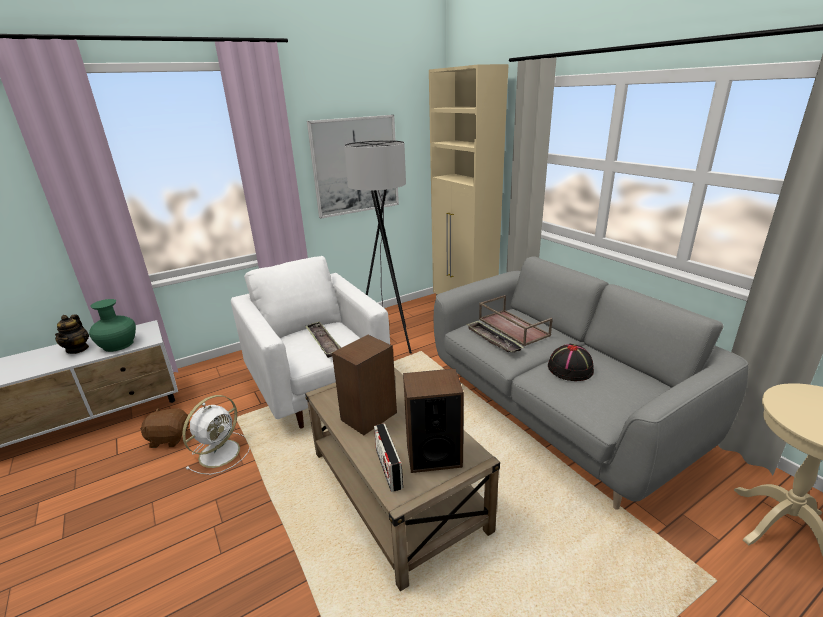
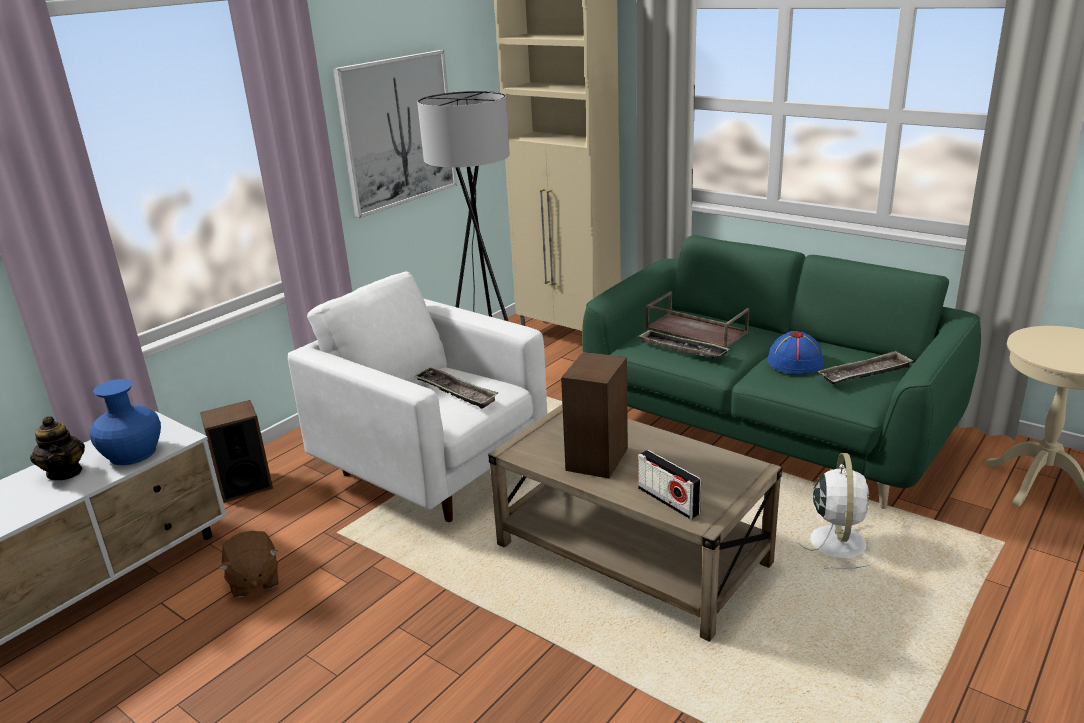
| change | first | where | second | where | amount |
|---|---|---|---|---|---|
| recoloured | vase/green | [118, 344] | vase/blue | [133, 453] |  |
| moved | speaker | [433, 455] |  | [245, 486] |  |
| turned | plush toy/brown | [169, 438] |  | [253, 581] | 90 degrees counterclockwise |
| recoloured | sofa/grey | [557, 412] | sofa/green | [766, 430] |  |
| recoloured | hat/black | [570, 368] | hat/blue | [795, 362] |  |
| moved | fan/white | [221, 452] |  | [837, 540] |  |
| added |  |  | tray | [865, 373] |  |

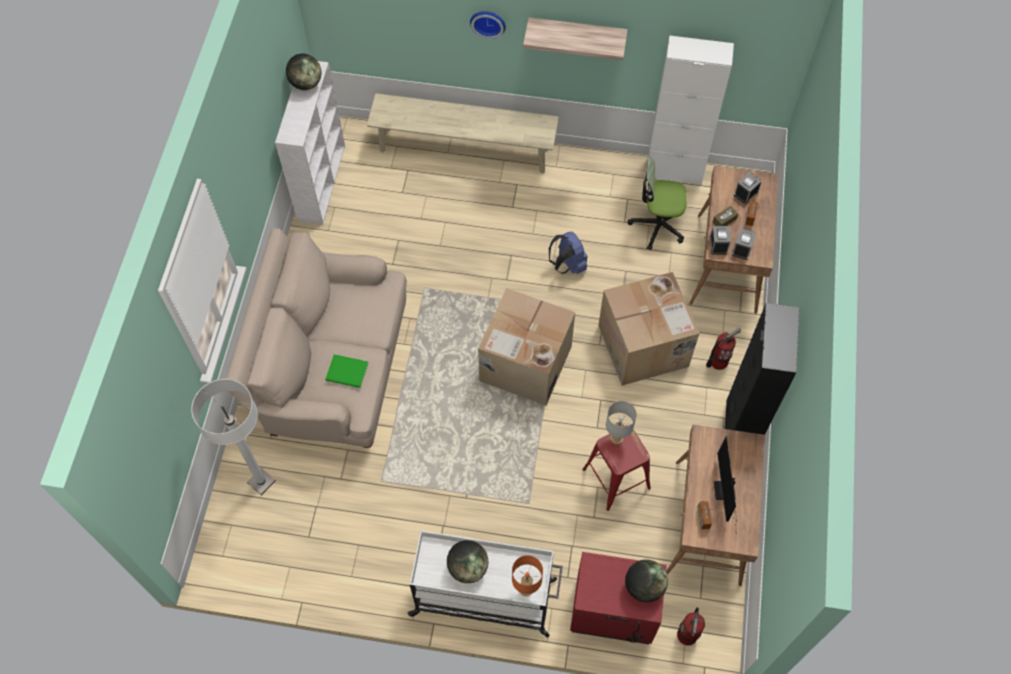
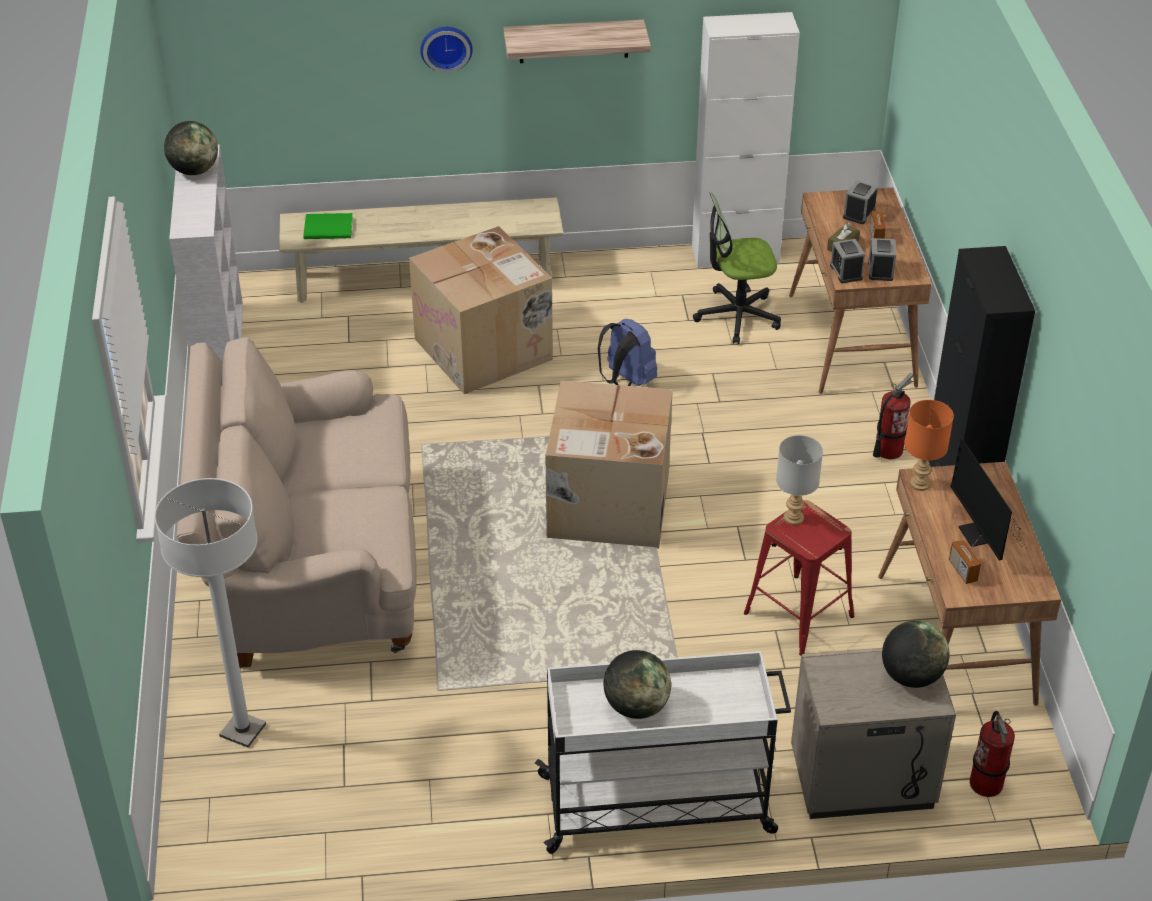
| change | first | where | second | where | amount |
|---|---|---|---|---|---|
| moved | book/green | [348, 373] |  | [329, 229] |  |
| moved | cardboard box | [644, 346] |  | [485, 349] |  |
| recoloured | nightstand/red | [613, 612] | nightstand/beige | [862, 780] |  |
| moved | table lamp/orange | [526, 588] |  | [919, 483] |  |

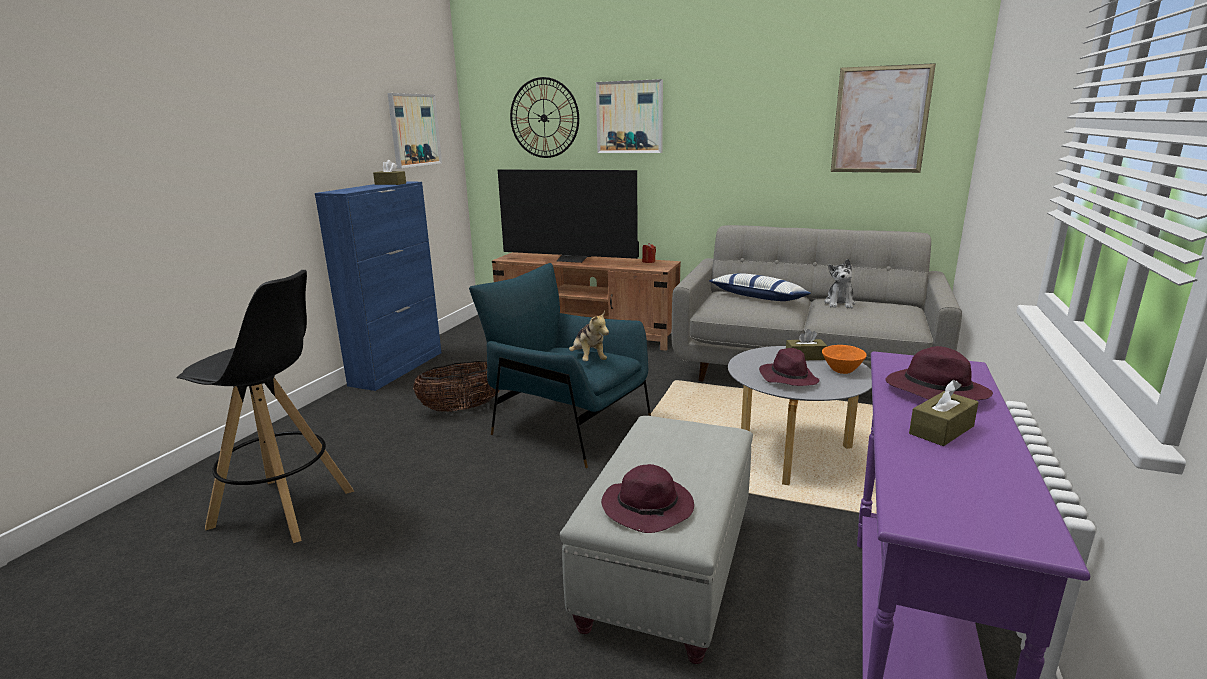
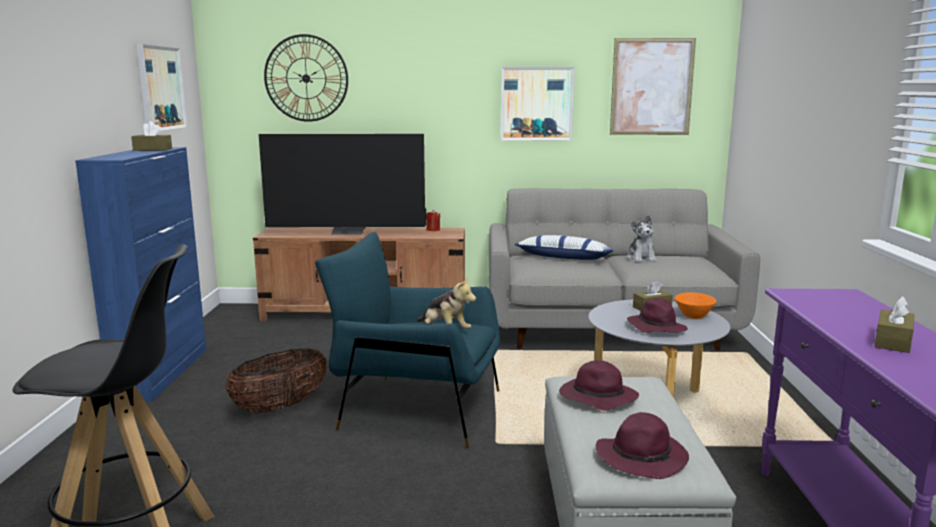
| change | first | where | second | where | amount |
|---|---|---|---|---|---|
| moved | picture | [630, 117] |  | [536, 103] |  |
| moved | hat/purple | [934, 392] |  | [596, 398] |  |

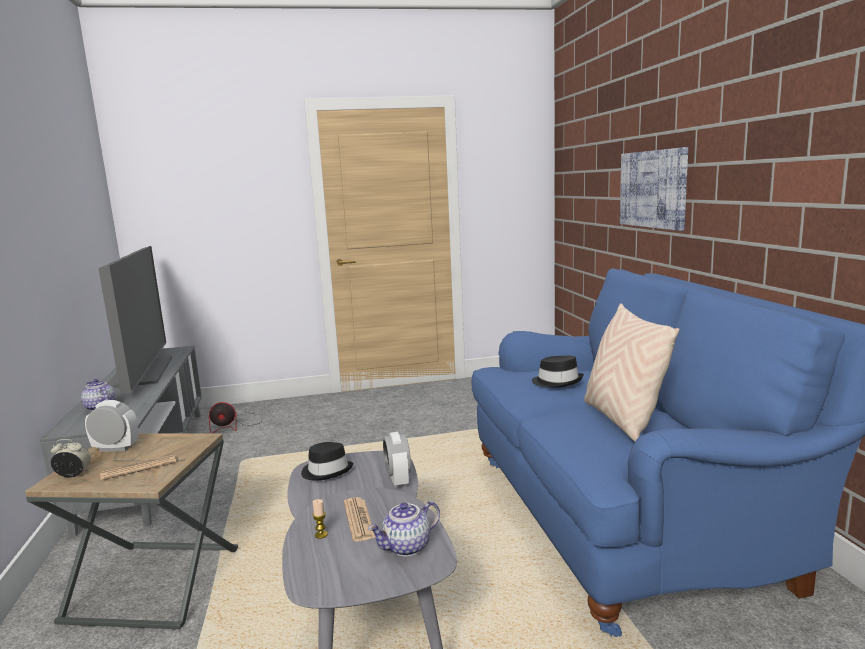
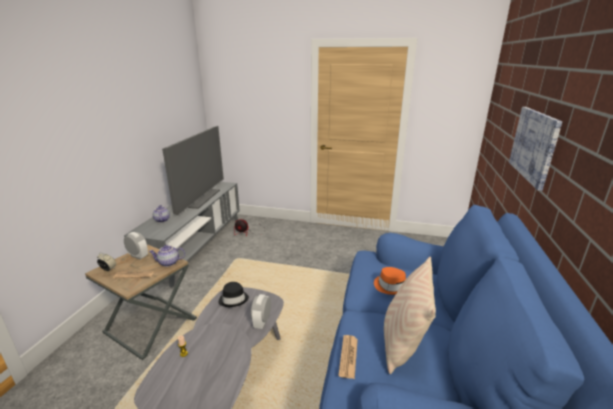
| change | first | where | second | where | amount |
|---|---|---|---|---|---|
| moved | teapot | [407, 547] |  | [168, 263] |  |
| moved | newspaper | [359, 520] |  | [348, 356] |  |
| recoloured | hat/black | [557, 381] | hat/orange | [391, 286] |  |

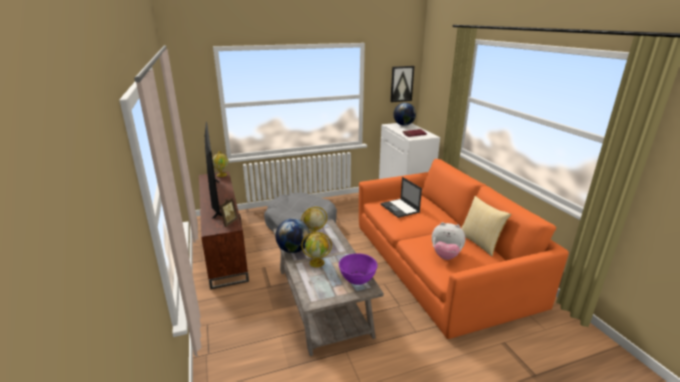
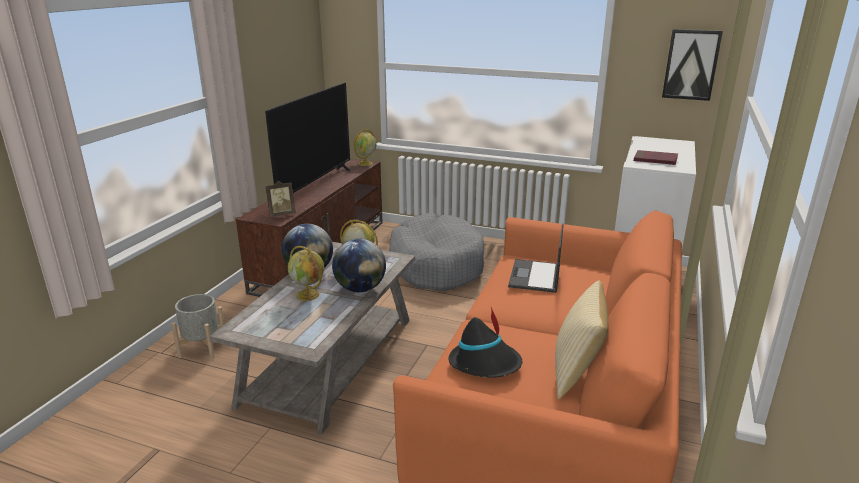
| change | first | where | second | where | amount |
|---|---|---|---|---|---|
| added |  |  | planter/grey | [203, 348] |  |
| moved | globe | [403, 125] |  | [360, 289] |  |
| replaced | plush toy | [445, 255] | hat/black | [485, 363] |  |
| removed | bowl/purple | [357, 278] |  |  |  |

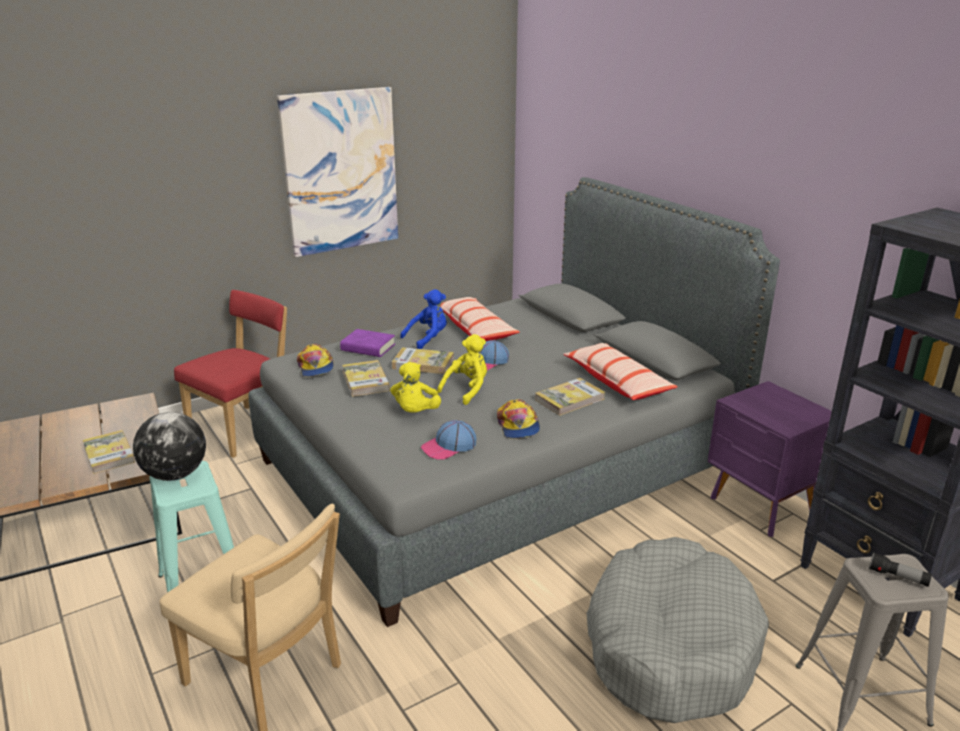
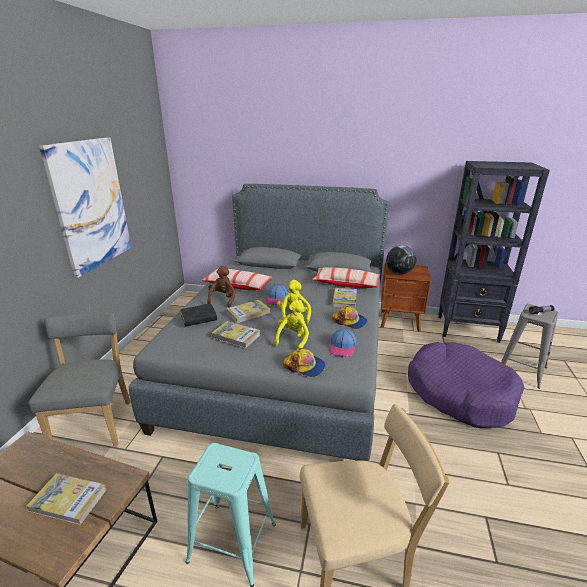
| change | first | where | second | where | amount |
|---|---|---|---|---|---|
| recoloured | chair/red | [244, 429] | chair/grey | [96, 423] |  |
| recoloured | book/purple | [368, 347] | book/black | [199, 318] |  |
| recoloured | plush toy/blue | [428, 338] | plush toy/brown | [222, 299] |  |
| turned | plush toy/yellow | [415, 412] |  | [293, 339] | 120 degrees counterclockwise |
| moved | cap | [316, 367] |  | [305, 366] |  |
| recoloured | nightstand/purple | [762, 506] | nightstand/brown | [400, 321] |  |
| moved | globe | [175, 474] |  | [399, 273] |  |
| recoloured | dog bed/grey | [669, 645] | dog bed/purple | [459, 393] |  |

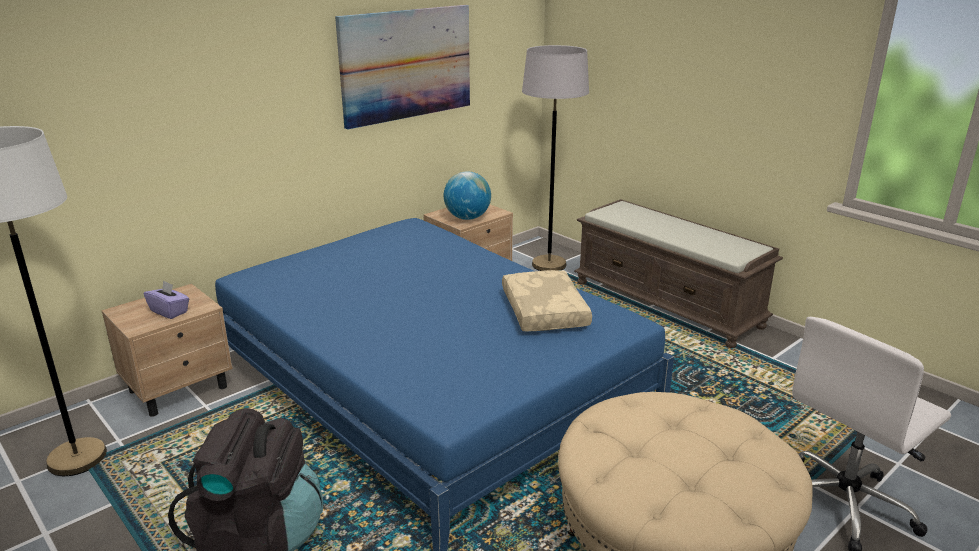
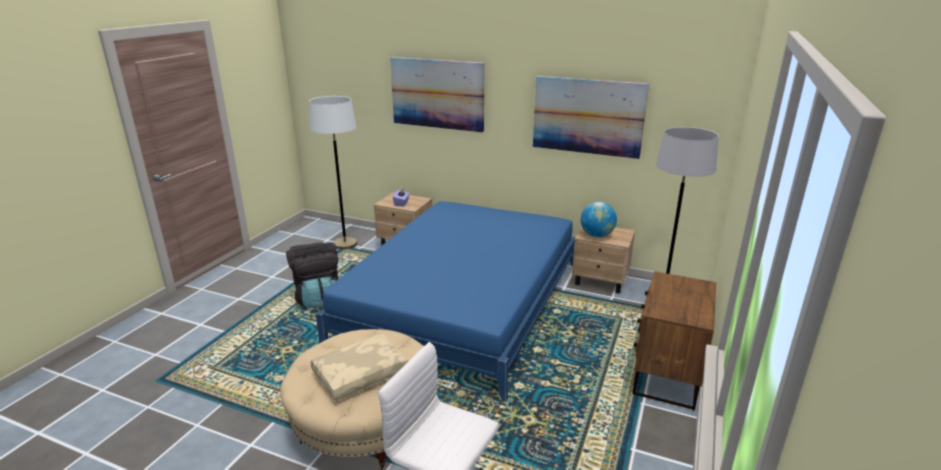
| change | first | where | second | where | amount |
|---|---|---|---|---|---|
| moved | pillow/beige | [542, 311] |  | [361, 373] |  |
| added |  |  | picture | [437, 94] |  |
| replaced | bench/brown | [668, 304] | nightstand/brown | [666, 374] |  |

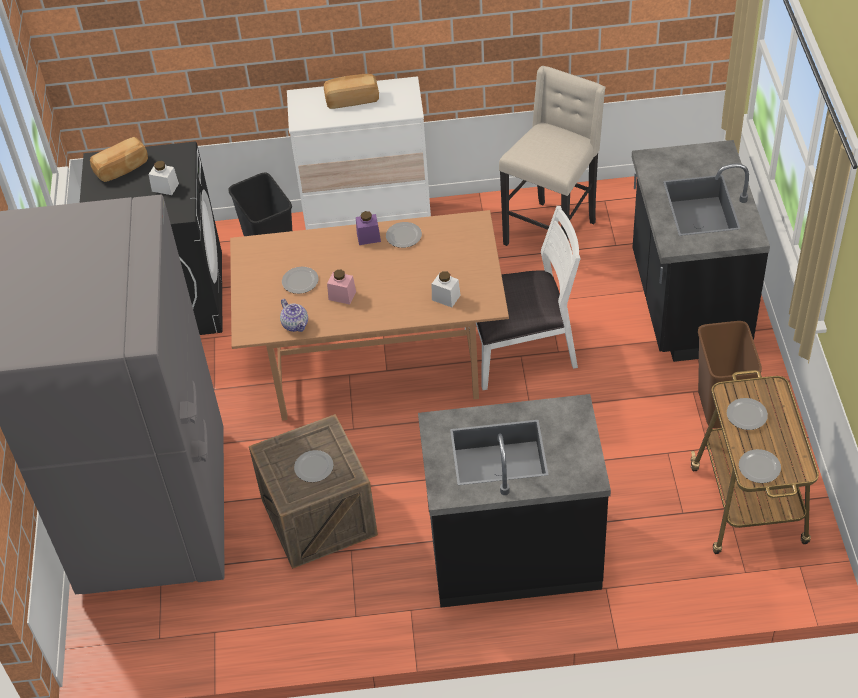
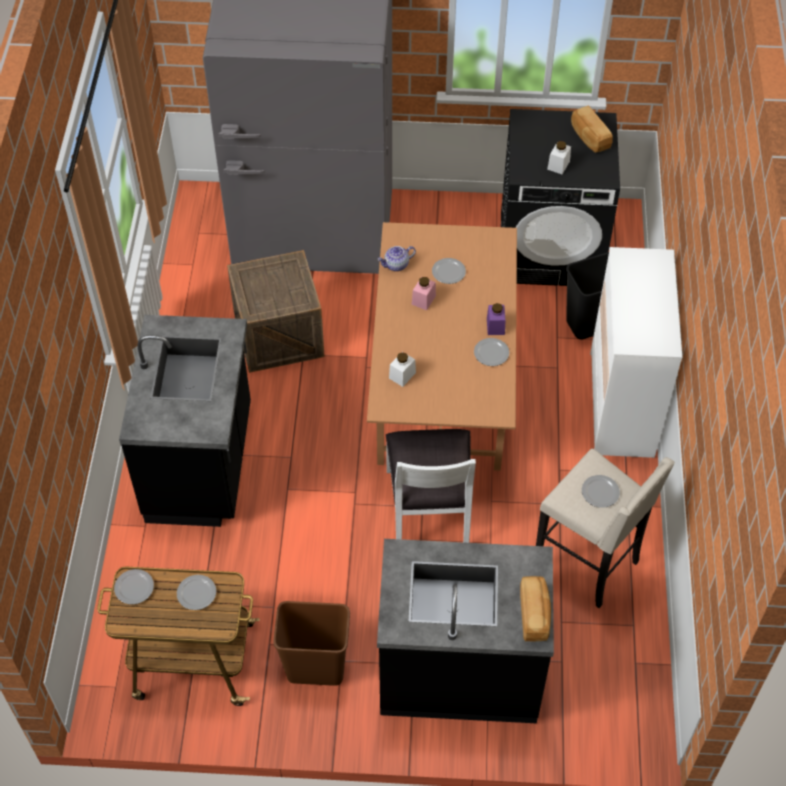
| change | first | where | second | where | amount |
|---|---|---|---|---|---|
| moved | bread | [352, 99] |  | [535, 615] |  |
| moved | plate | [314, 467] |  | [600, 493] |  |

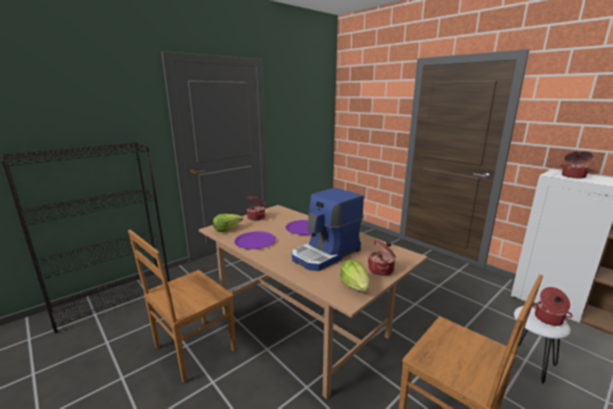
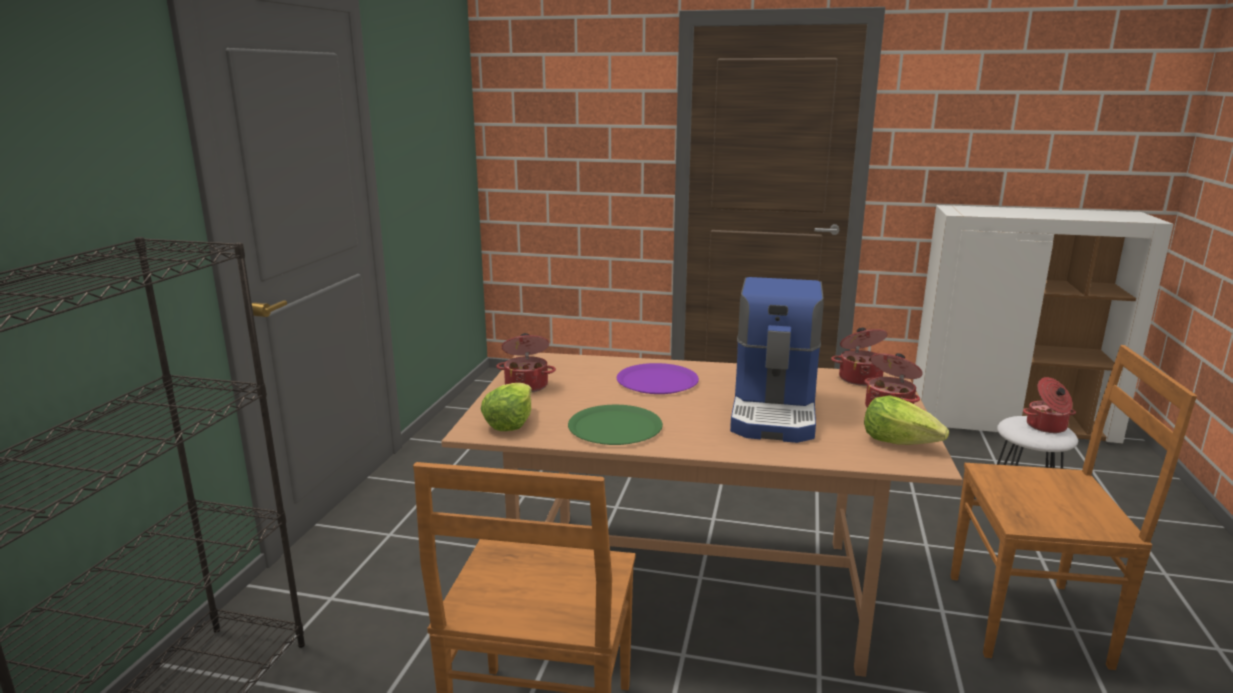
| change | first | where | second | where | amount |
|---|---|---|---|---|---|
| recoloured | plate/purple | [255, 241] | plate/green | [615, 427] |  |
| moved | cooking pot | [573, 176] |  | [860, 378] |  |

